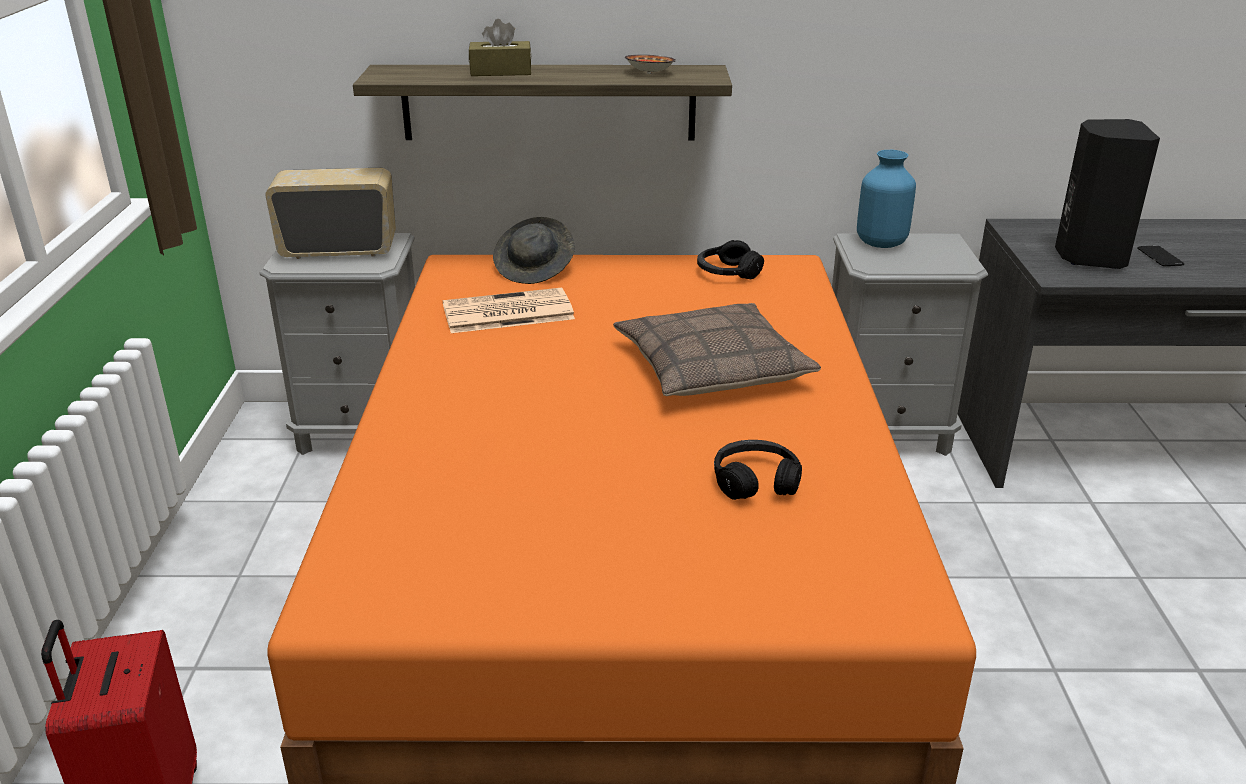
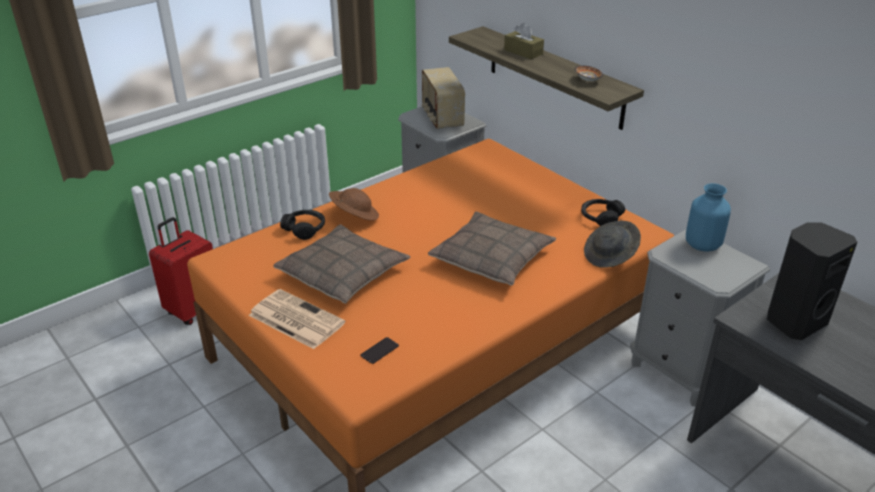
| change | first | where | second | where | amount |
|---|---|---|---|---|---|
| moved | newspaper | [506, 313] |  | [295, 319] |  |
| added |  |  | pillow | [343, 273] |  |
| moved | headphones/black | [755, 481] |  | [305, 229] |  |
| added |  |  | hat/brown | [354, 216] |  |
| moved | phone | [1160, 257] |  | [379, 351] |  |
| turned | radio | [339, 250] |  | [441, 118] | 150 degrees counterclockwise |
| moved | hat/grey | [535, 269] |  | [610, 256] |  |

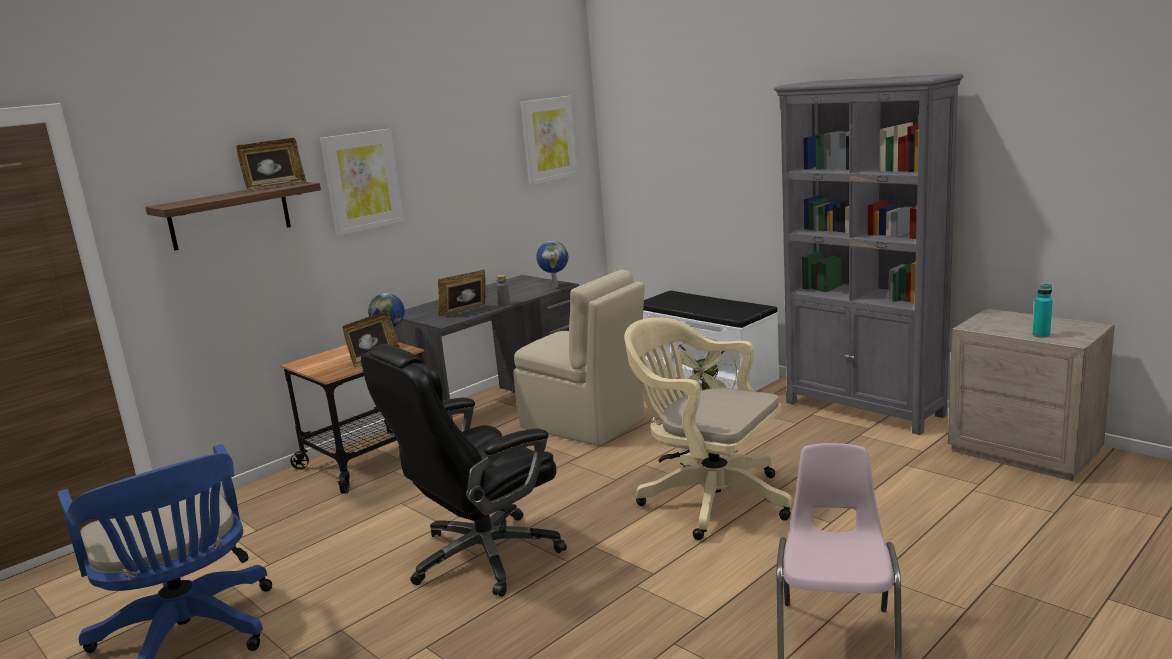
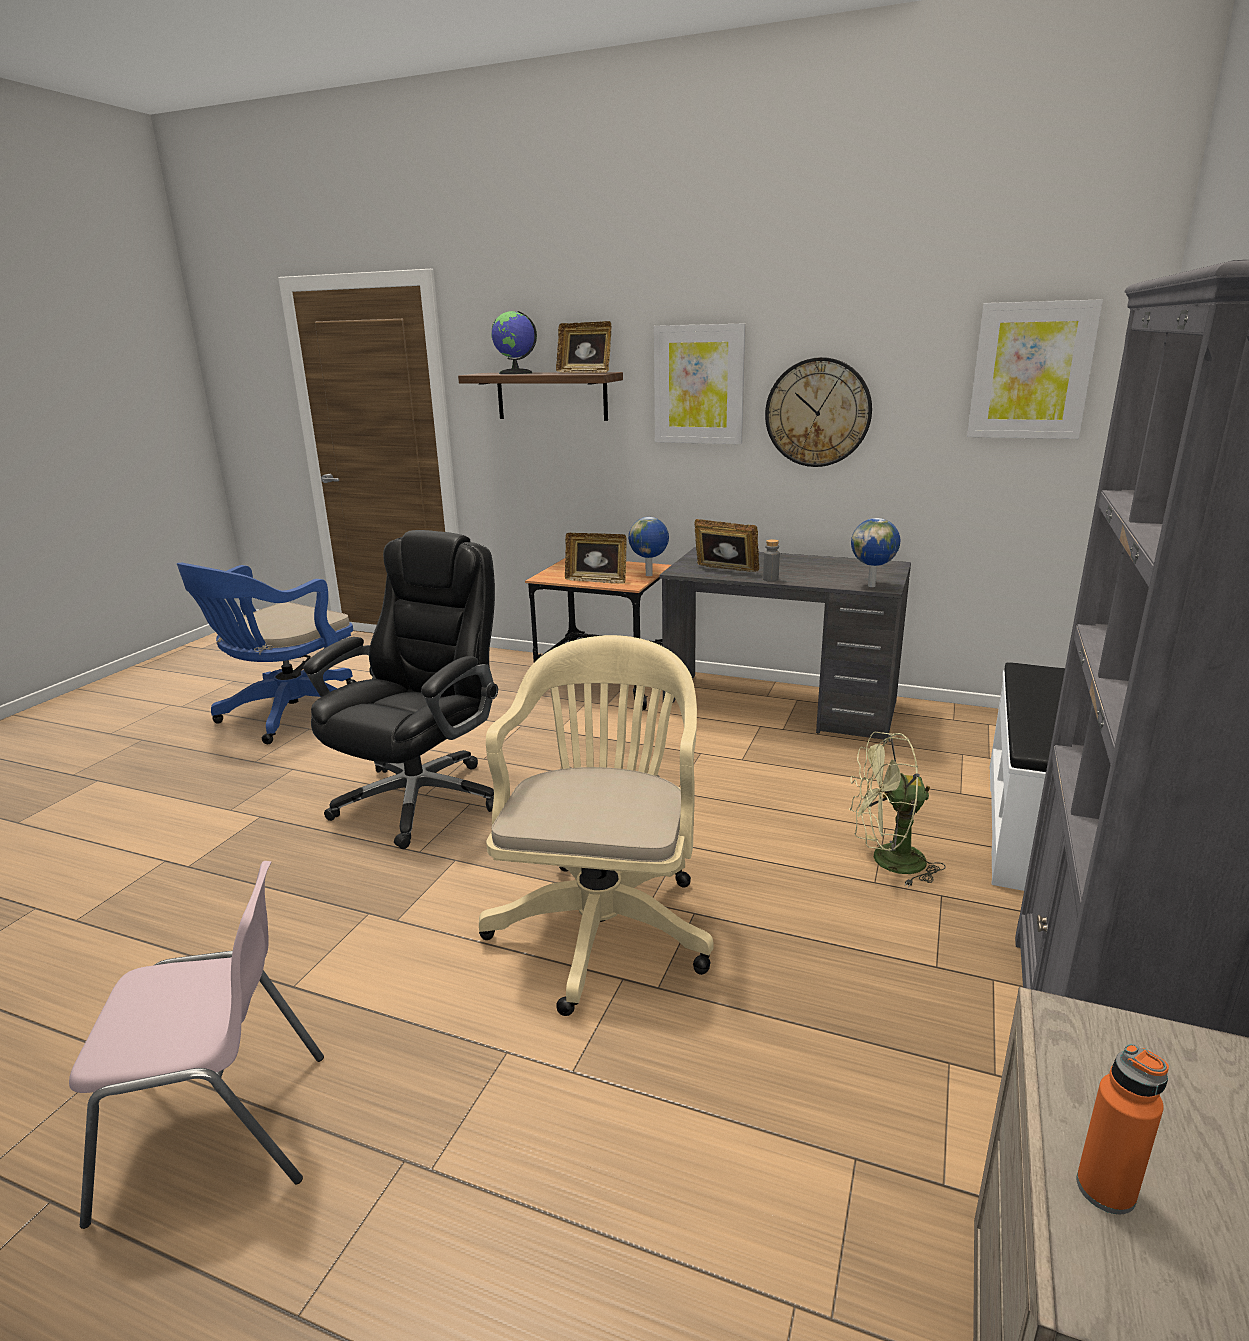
| change | first | where | second | where | amount |
|---|---|---|---|---|---|
| turned | office chair/black | [482, 557] |  | [421, 798] | 90 degrees clockwise |
| added |  |  | globe | [516, 373] |  |
| added |  |  | wall clock | [818, 412] |  |
| recoloured | bottle/turquoise | [1041, 335] | bottle/orange | [1105, 1189] |  |
| removed | chair/beige | [585, 424] |  |  |  |

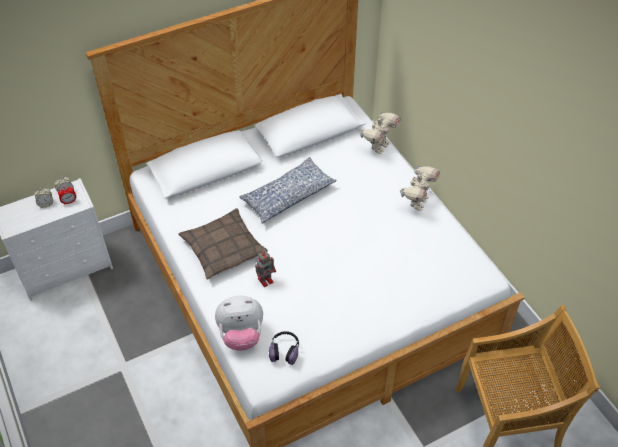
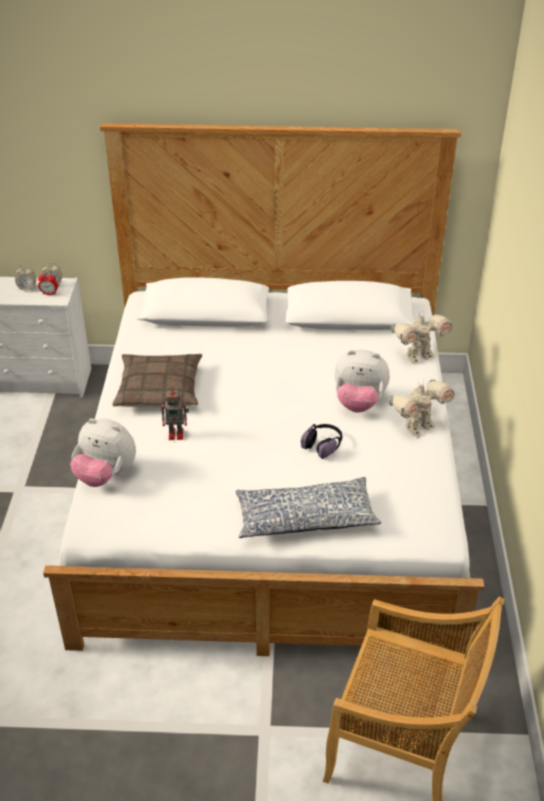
| change | first | where | second | where | amount |
|---|---|---|---|---|---|
| moved | pillow | [287, 196] |  | [305, 517] |  |
| moved | headphones | [285, 350] |  | [323, 445] |  |
| added |  |  | plush toy | [359, 403] |  |

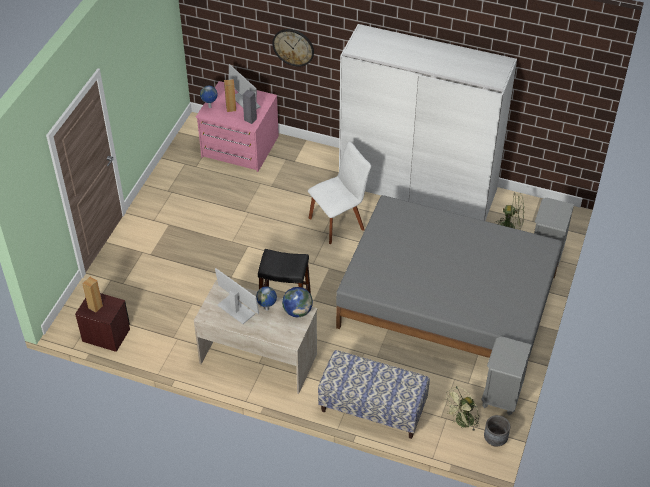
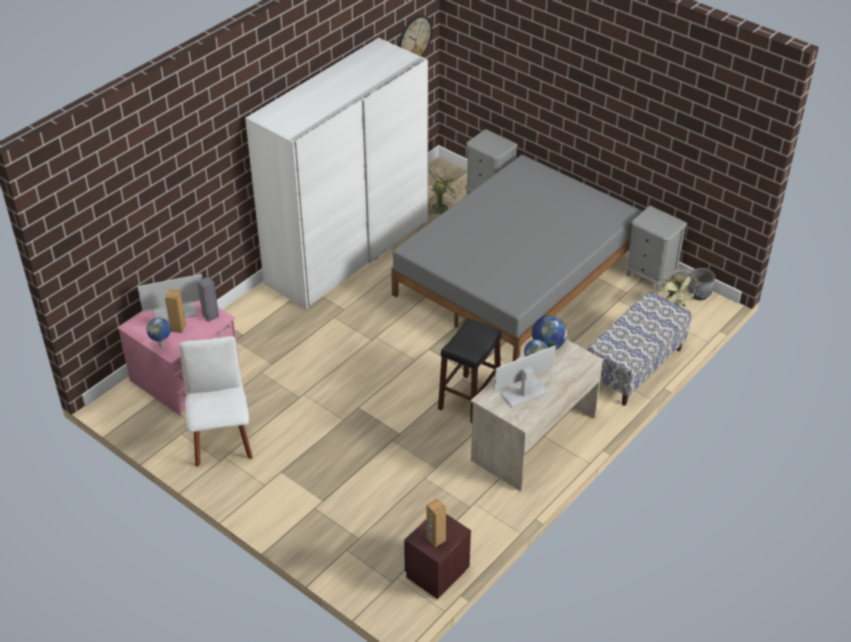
| change | first | where | second | where | amount |
|---|---|---|---|---|---|
| moved | chair/white | [338, 222] |  | [221, 440] |  |
| moved | wall clock | [293, 47] |  | [414, 39] |  |

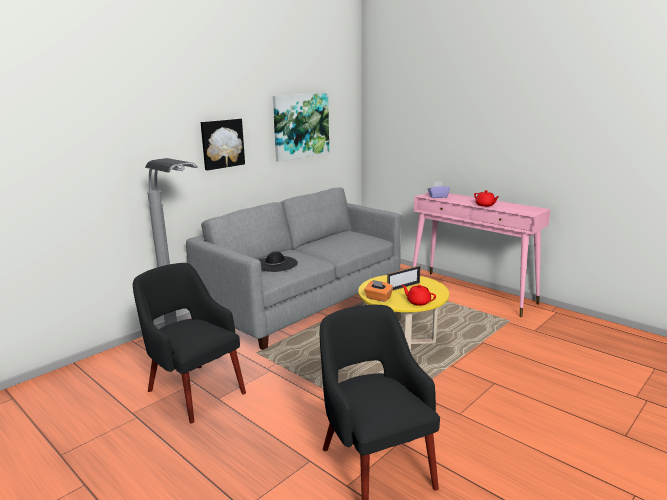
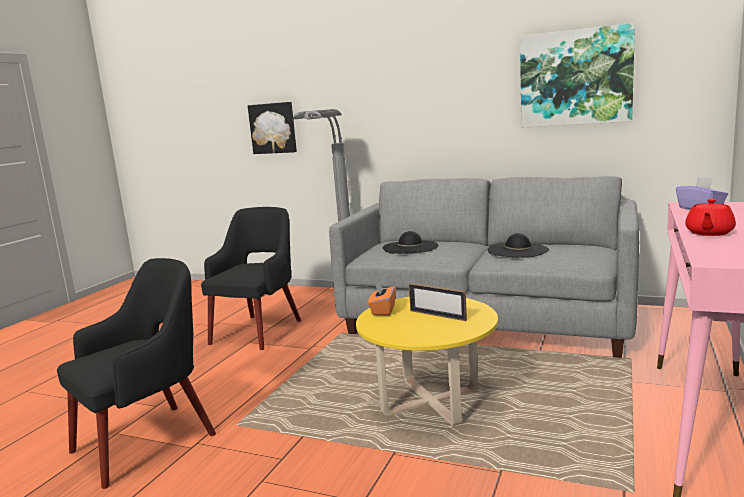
| change | first | where | second | where | amount |
|---|---|---|---|---|---|
| moved | picture | [222, 143] |  | [273, 128] |  |
| added |  |  | hat/black | [517, 250] |  |
| removed | teapot/red | [418, 302] |  |  |  |

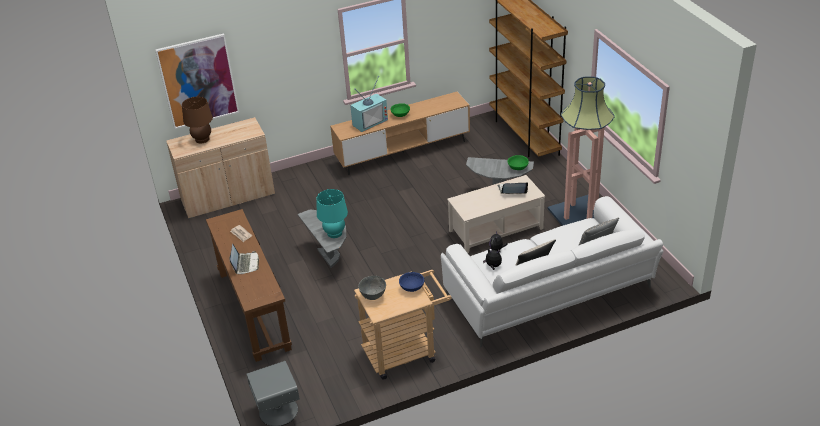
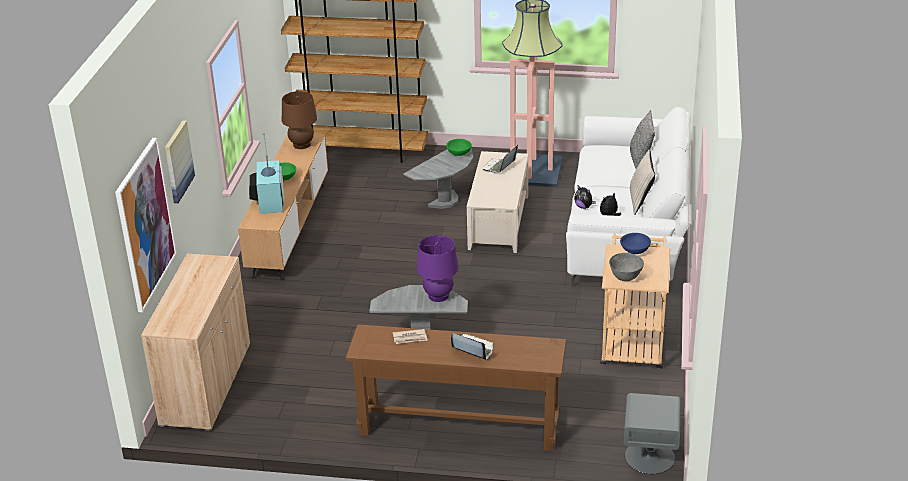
| change | first | where | second | where | amount |
|---|---|---|---|---|---|
| added |  |  | picture | [178, 161] |  |
| moved | table lamp/brown | [202, 139] |  | [302, 145] |  |
| recoloured | table lamp/turquoise | [334, 233] | table lamp/purple | [438, 296] |  |

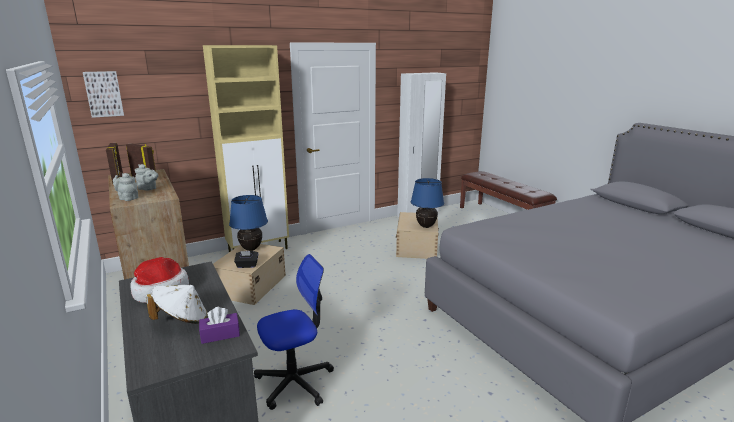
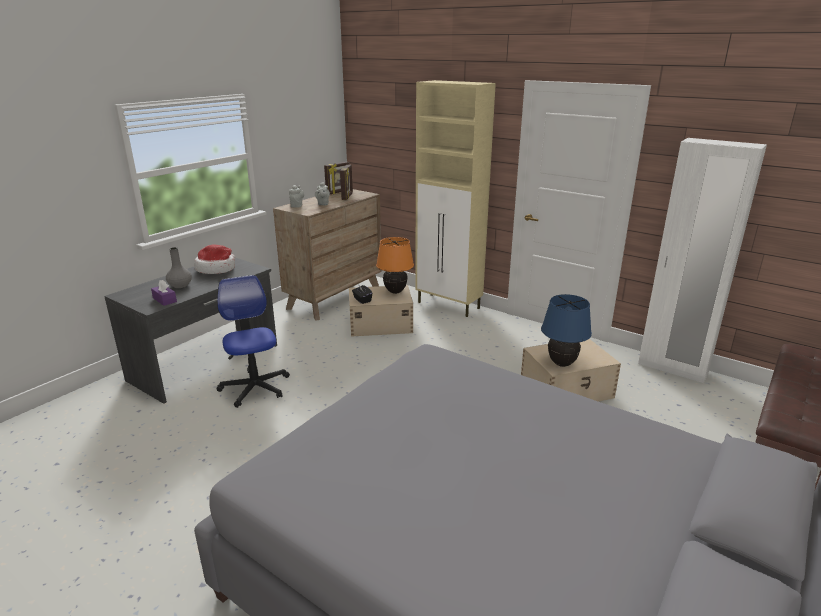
| change | first | where | second | where | amount |
|---|---|---|---|---|---|
| replaced | hat/white | [182, 320] | vase/grey | [180, 285] |  |
| turned | office chair | [295, 382] |  | [255, 388] | 150 degrees counterclockwise |
| recoloured | table lamp/blue | [251, 249] | table lamp/orange | [395, 291] |  |
| removed | picture | [103, 94] |  |  |  |

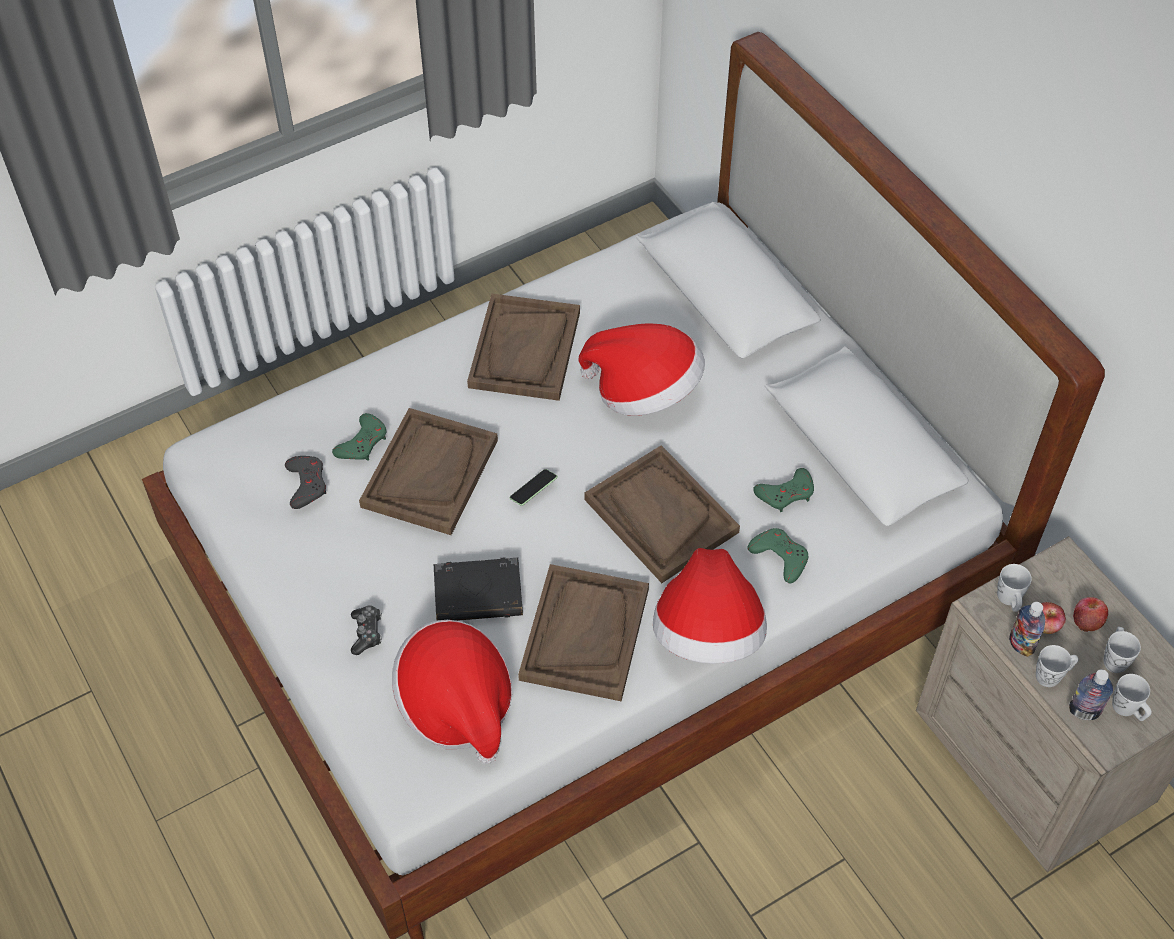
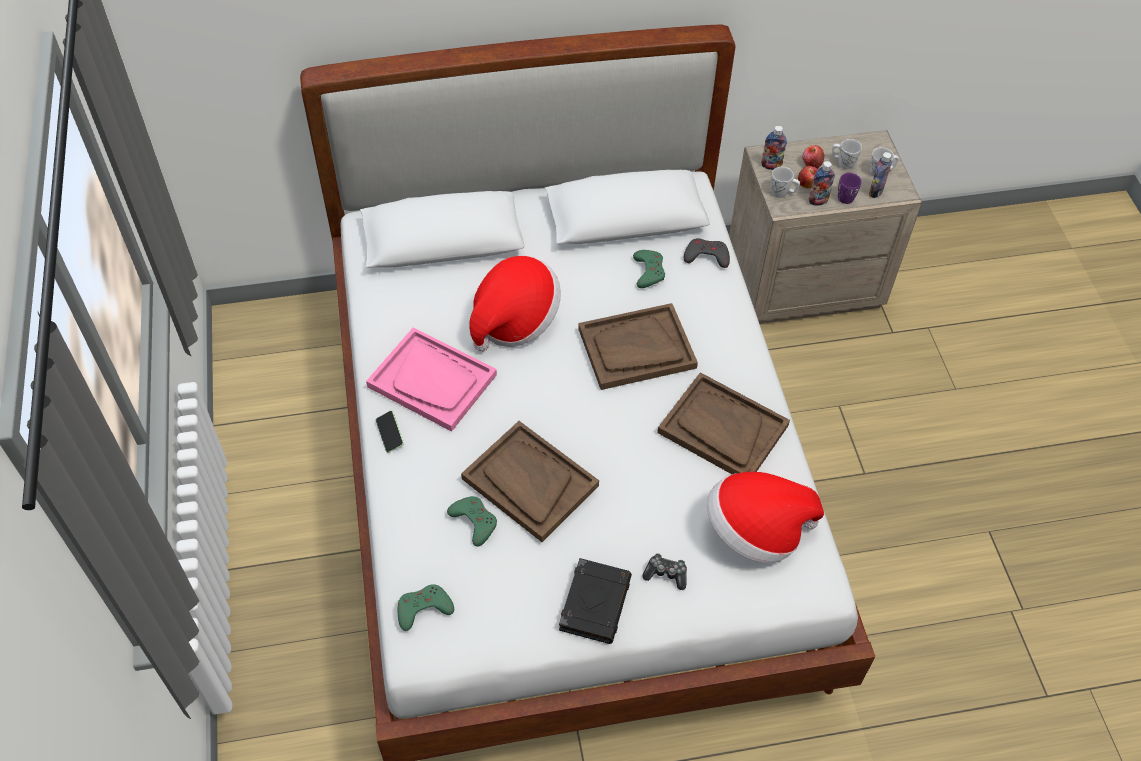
| change | first | where | second | where | amount |
|---|---|---|---|---|---|
| recoloured | tray/brown | [525, 350] | tray/pink | [432, 381] |  |
| moved | phone | [533, 491] |  | [390, 435] |  |
| moved | game controller/green | [780, 557] |  | [423, 609] |  |
| moved | book/black | [479, 594] |  | [594, 602] |  |
| moved | game controller/grey | [306, 484] |  | [706, 256] |  |
| added |  |  | bottle | [771, 165] |  |
| recoloured | mug/white | [1052, 676] | mug/purple | [845, 195] |  |
| removed | hat | [708, 634] |  |  |  |

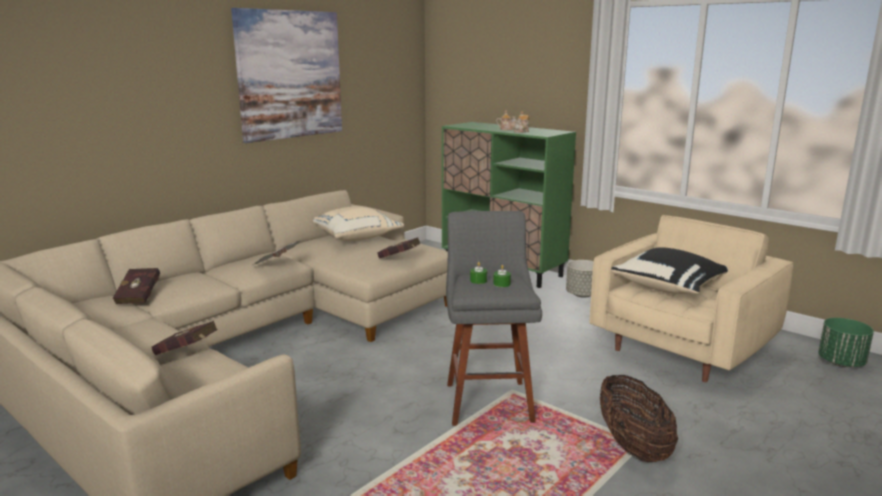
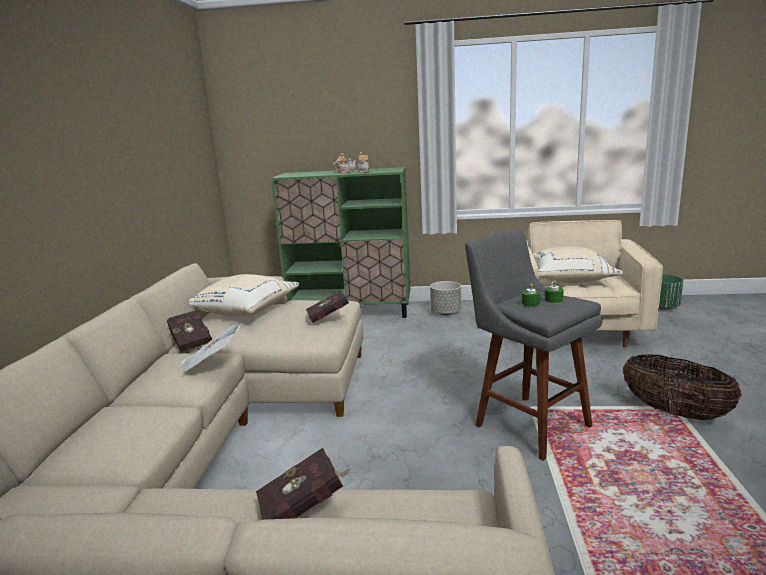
| change | first | where | second | where | amount |
|---|---|---|---|---|---|
| moved | book/red | [140, 296] |  | [190, 341] |  |
| recoloured | pillow/black | [670, 288] | pillow/beige | [571, 279] |  |
| removed | picture | [290, 75] |  |  |  |

